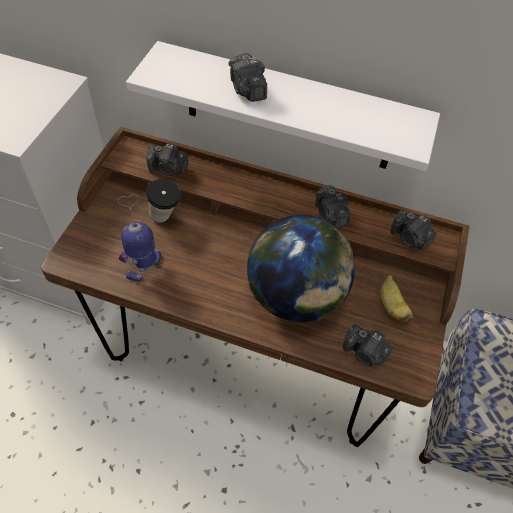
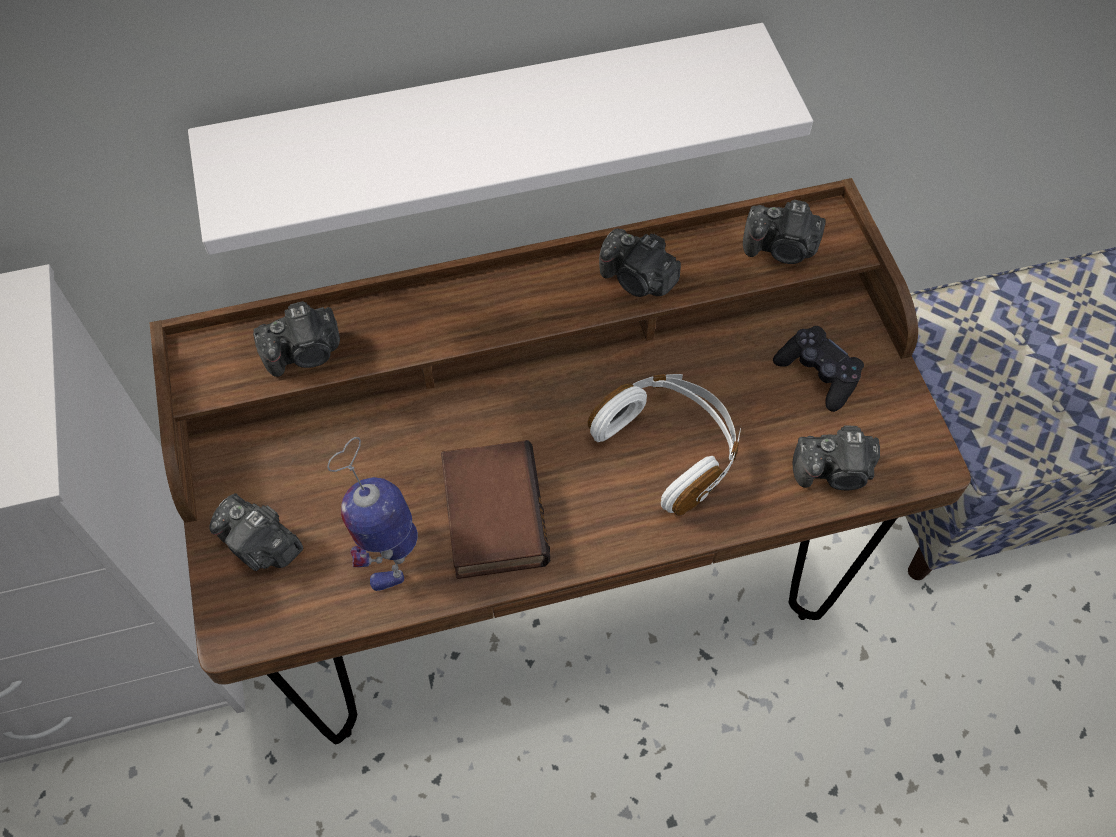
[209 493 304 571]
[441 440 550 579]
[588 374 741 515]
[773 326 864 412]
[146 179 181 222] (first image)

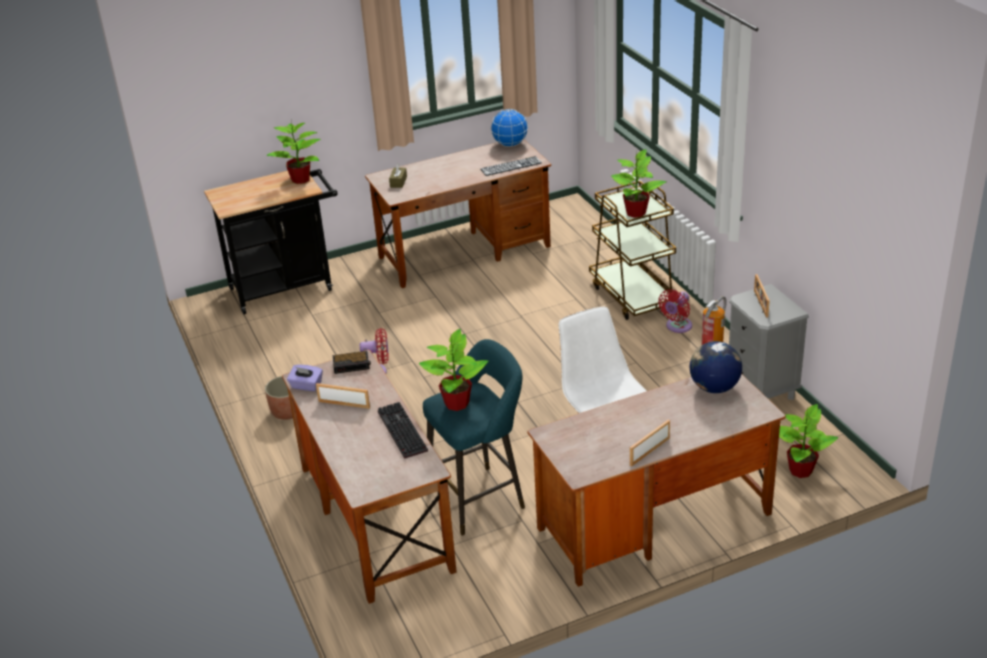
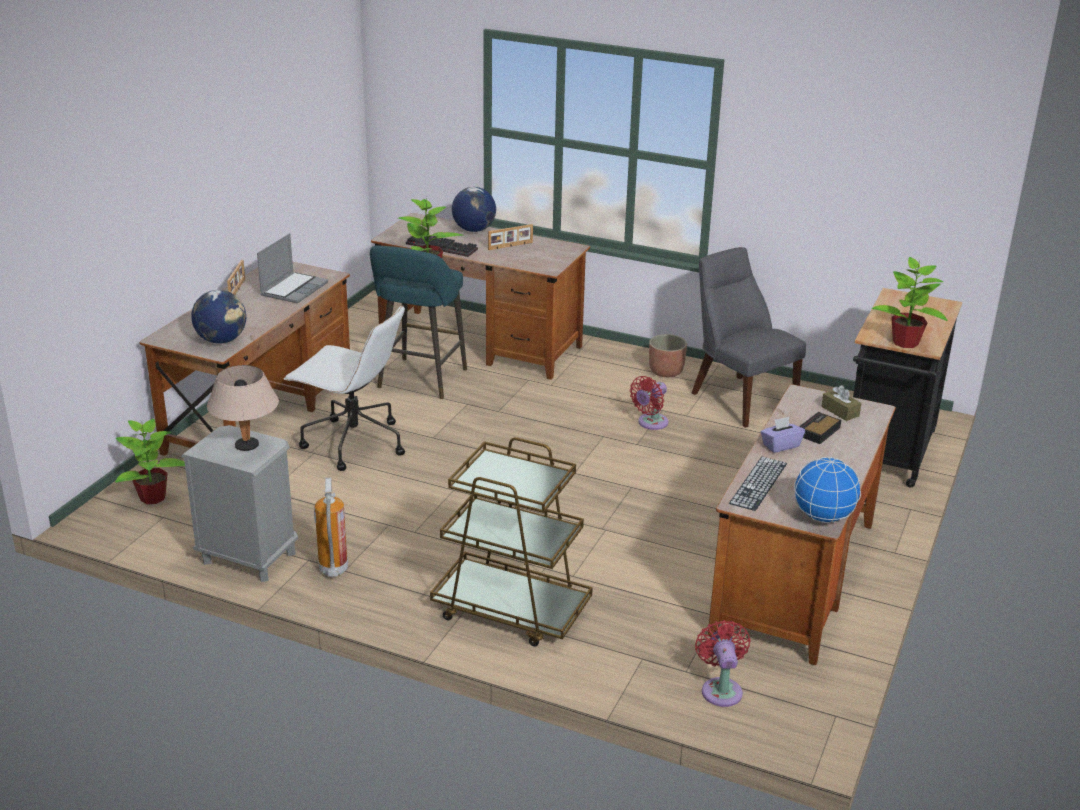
[207 365 279 451]
[257 233 328 303]
[452 187 496 232]
[692 247 806 428]
[695 620 751 707]
[761 417 805 453]
[799 412 841 444]
[611 149 667 218] (first image)

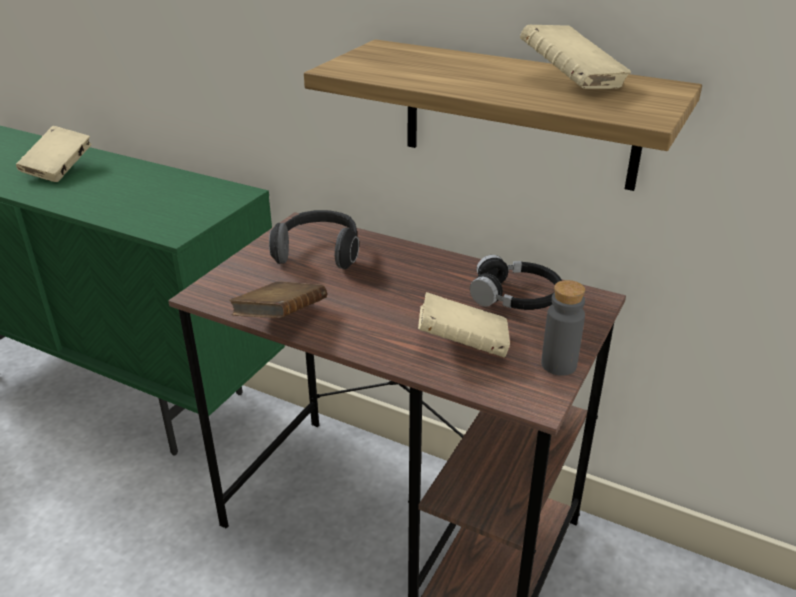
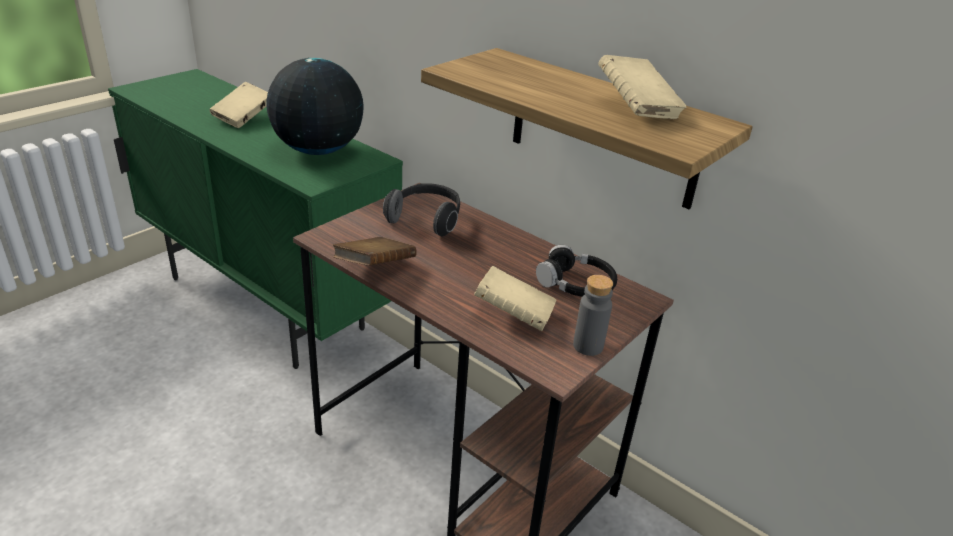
[266 58 364 155]

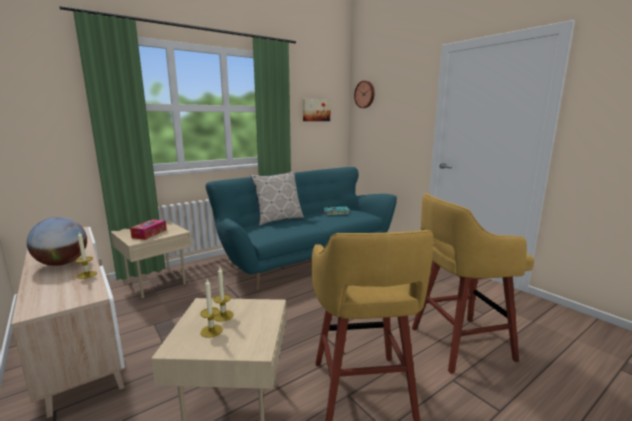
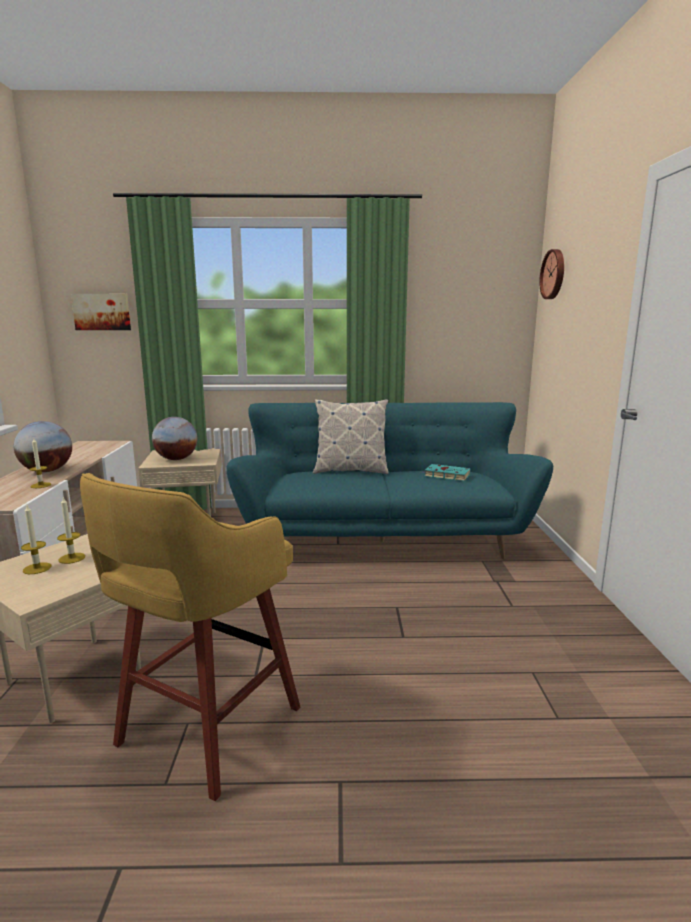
[71 294 131 330]
[152 417 197 460]
[412 193 534 374] (first image)

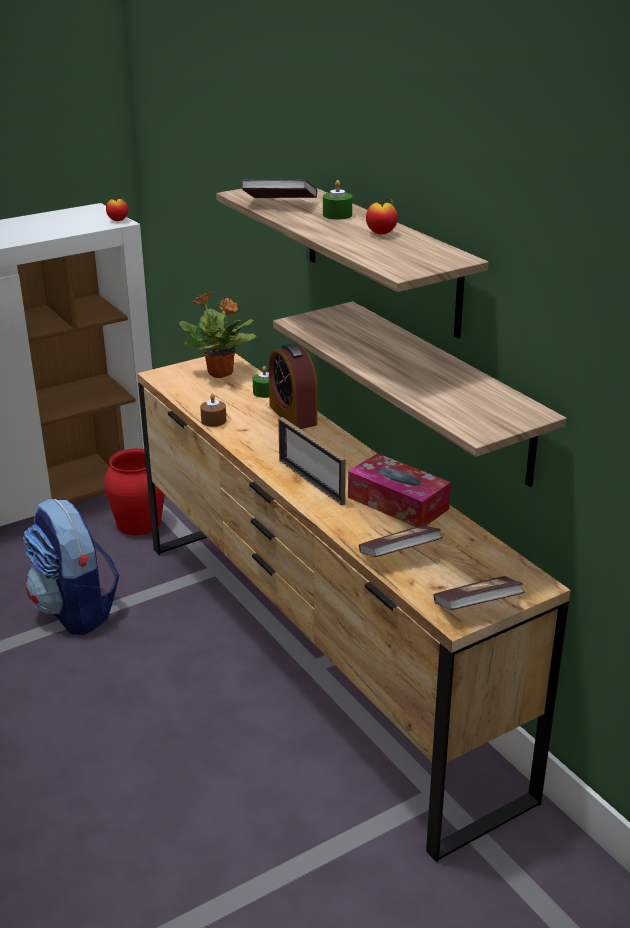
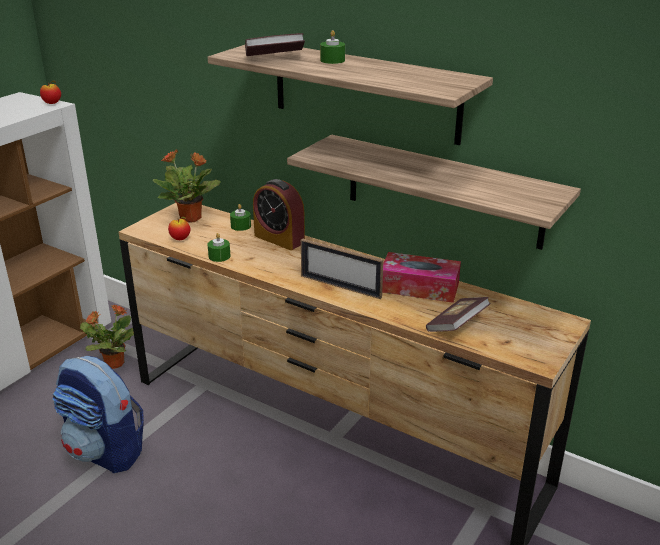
[80 305 134 369]
[168 217 190 240]
[208 233 230 262]
[433 576 525 610] (first image)

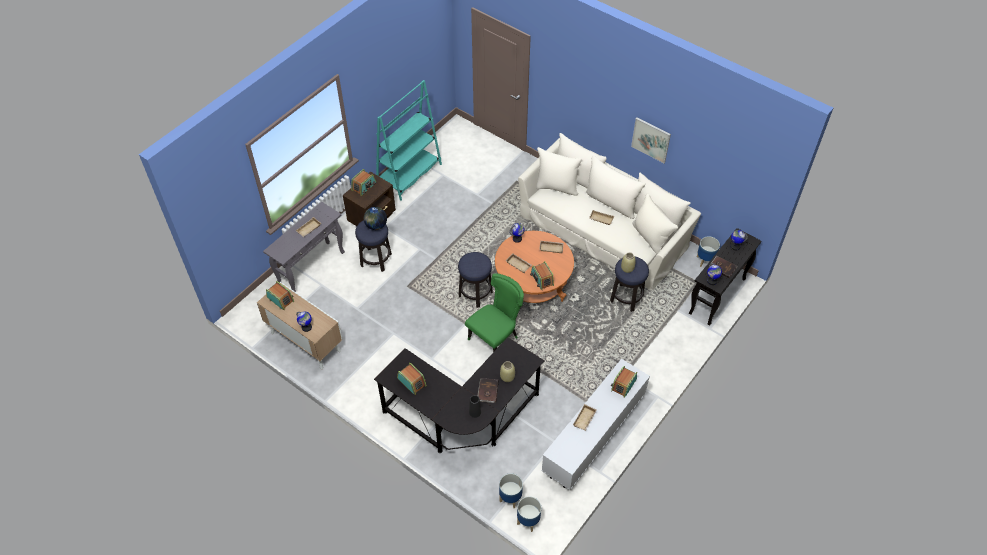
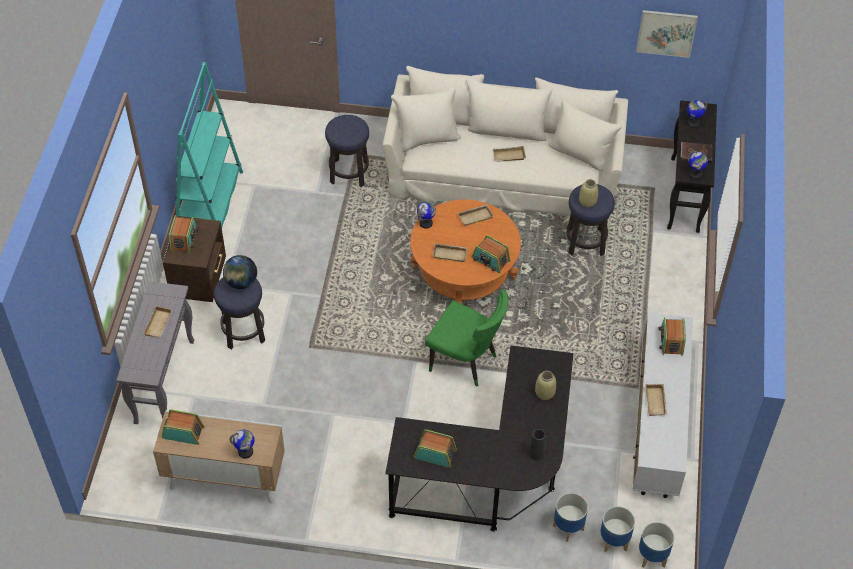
[325 115 369 187]
[425 289 508 387]
[553 493 588 542]
[636 10 698 58]
[477 378 499 403] (first image)

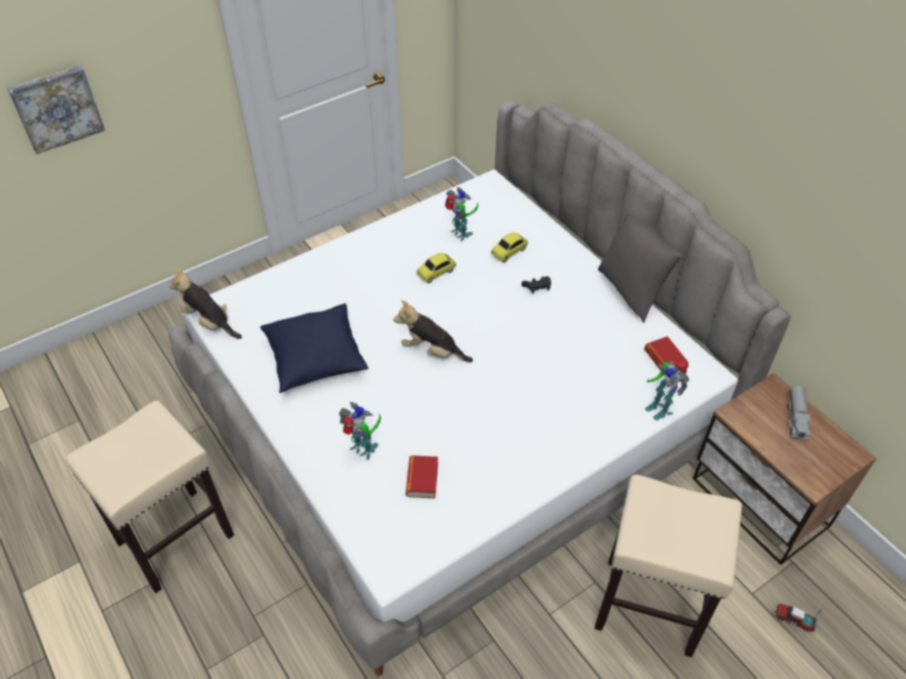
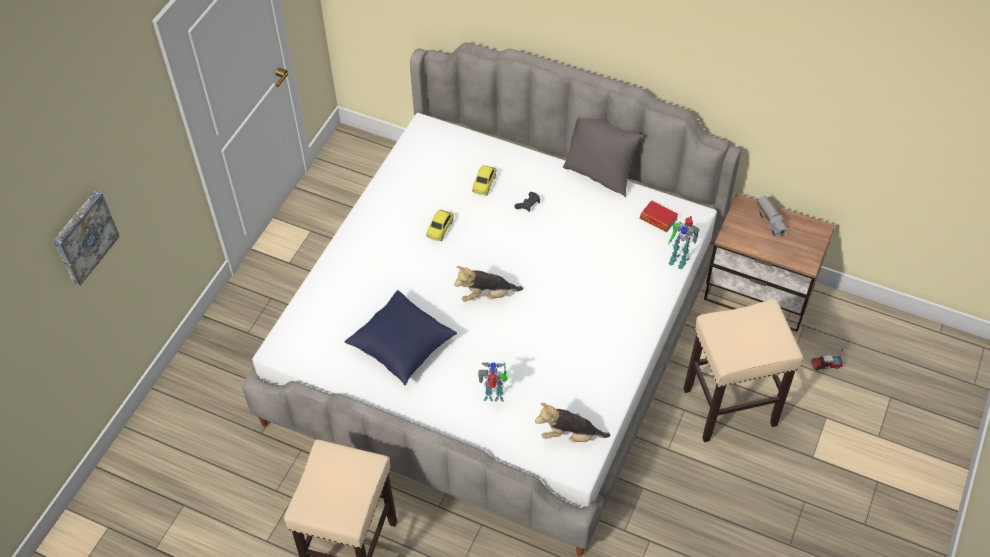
[535 403 610 442]
[406 455 438 498] (first image)
[445 187 478 241] (first image)

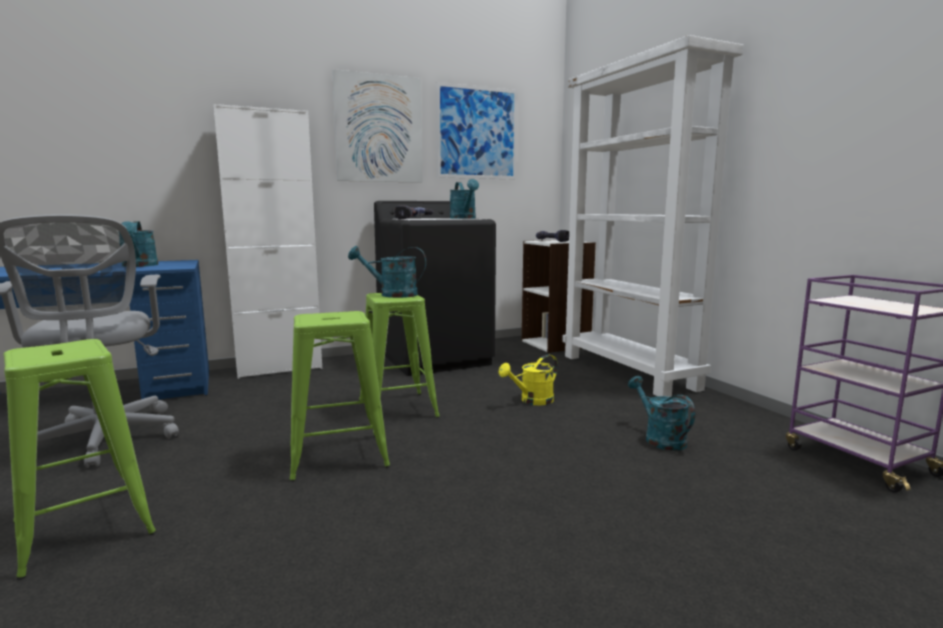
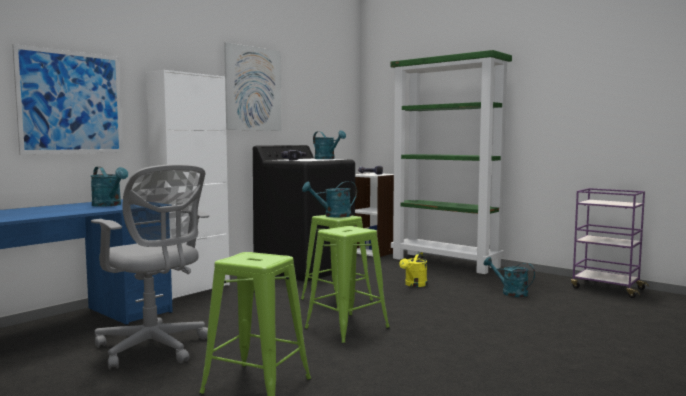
[12 44 123 154]
[390 50 512 274]

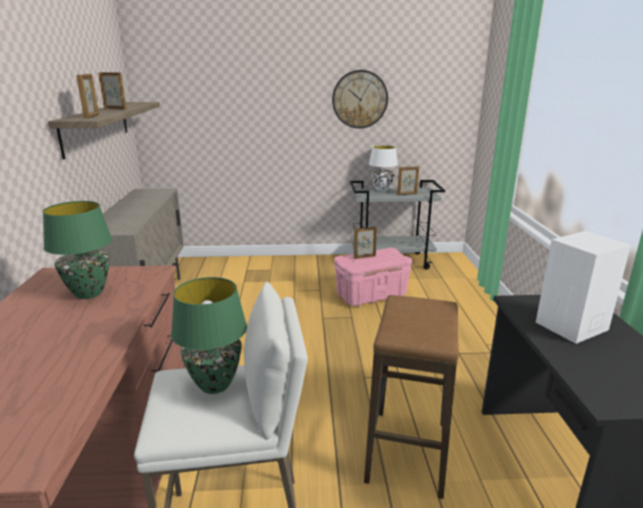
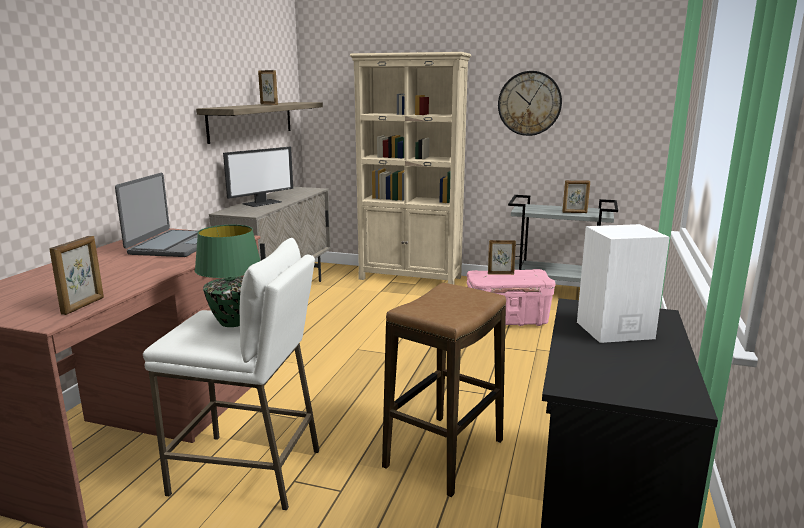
[50 236 104 315]
[115 173 198 257]
[223 147 293 207]
[350 52 471 284]
[369 145 398 191] (first image)

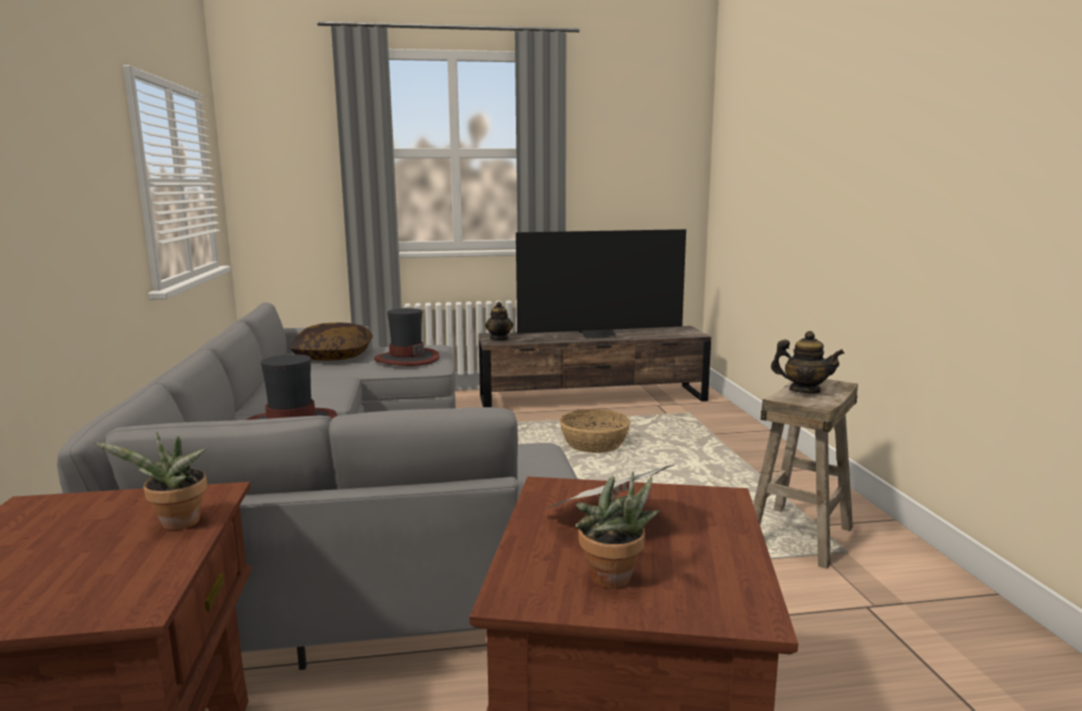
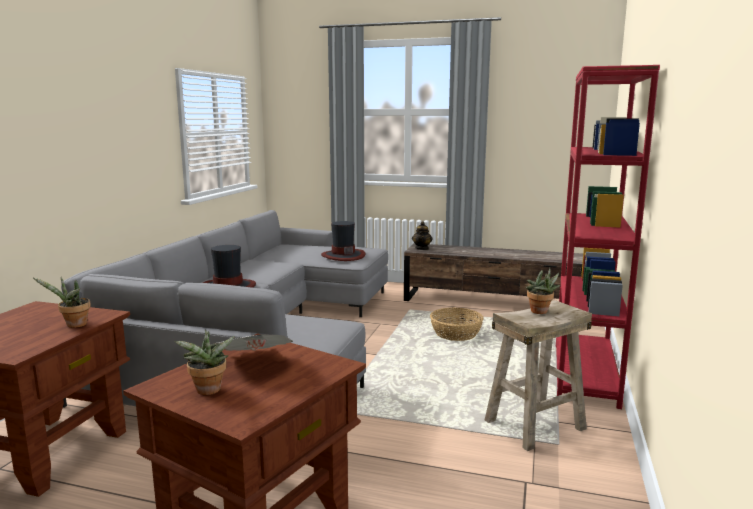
[526 268 561 314]
[556 65 660 409]
[290 322 373 361] (first image)
[516 229 686 339] (first image)

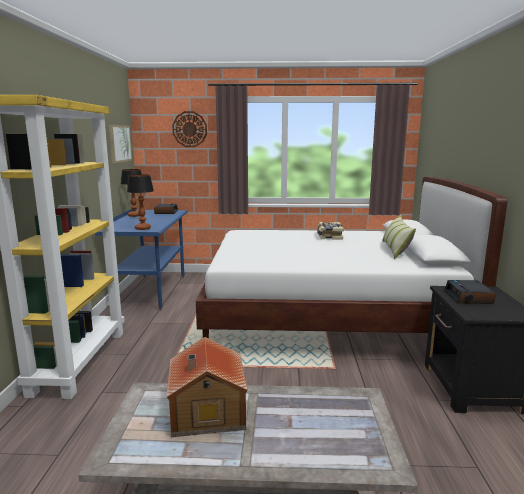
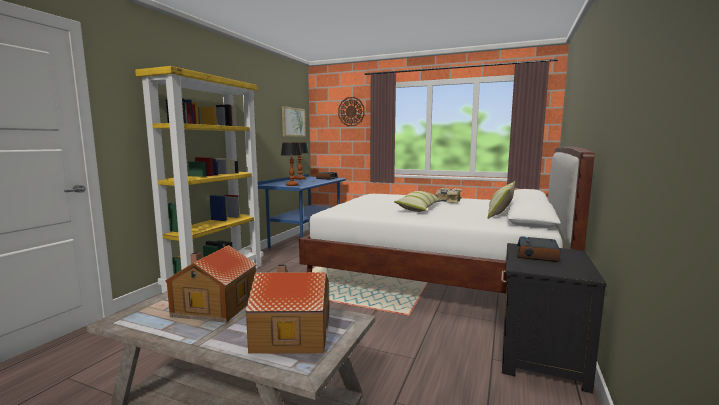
[245 264 329 354]
[394 191 441 212]

